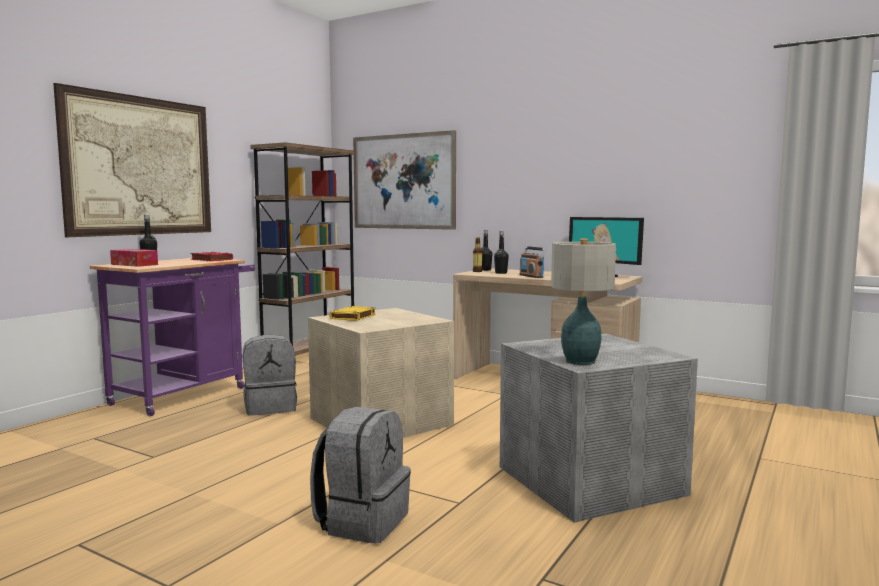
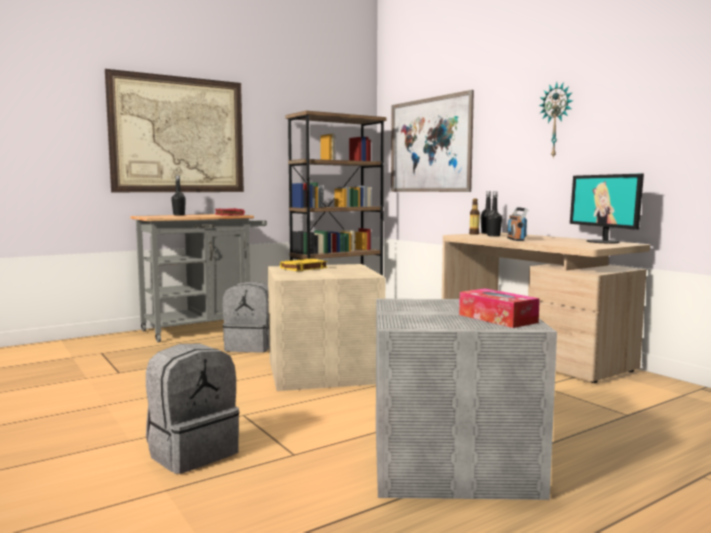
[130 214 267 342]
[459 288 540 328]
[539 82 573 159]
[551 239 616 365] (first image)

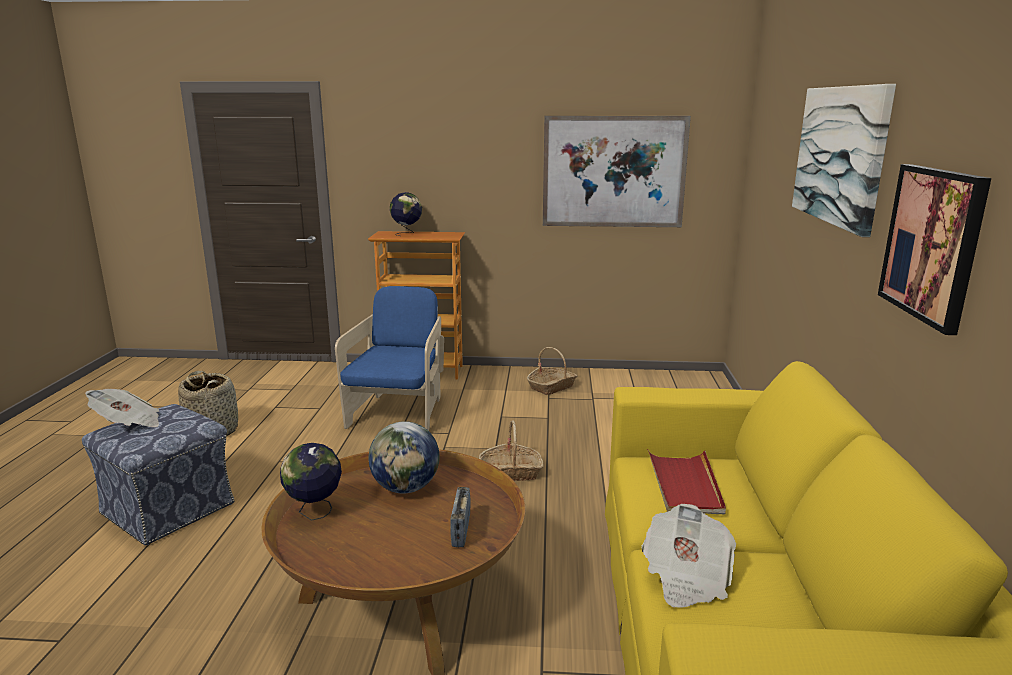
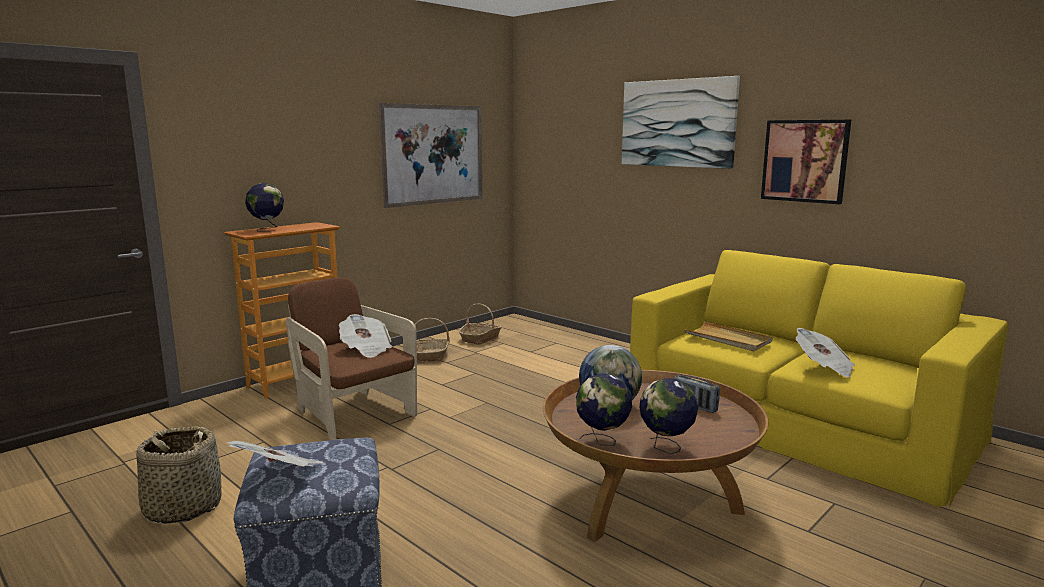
[286 277 417 440]
[339 314 392 358]
[459 304 502 345]
[639 378 698 454]
[684 321 773 351]

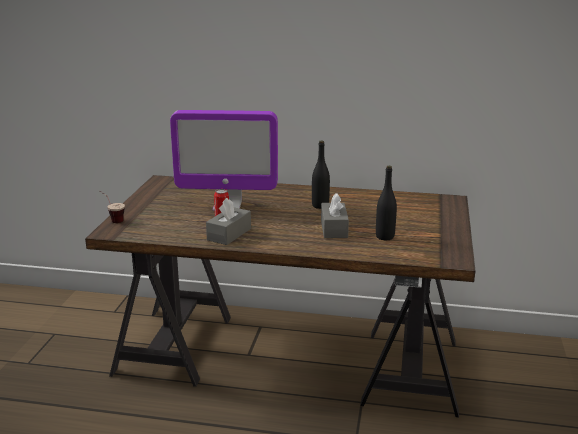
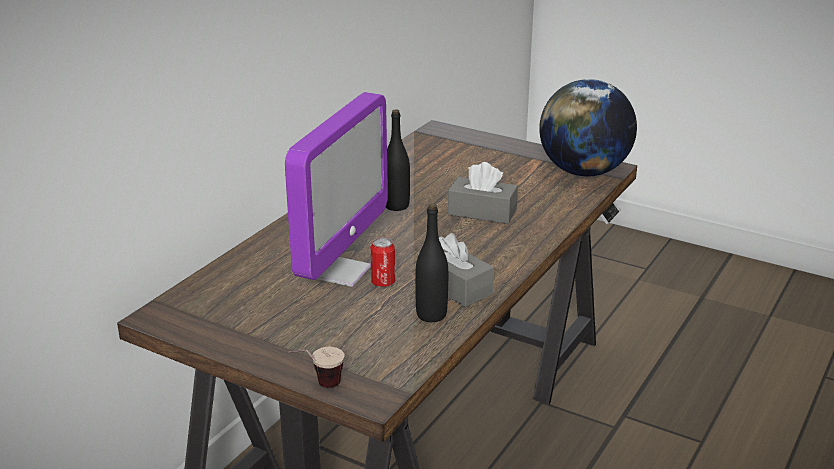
[415 203 448 322]
[539 79 637 176]

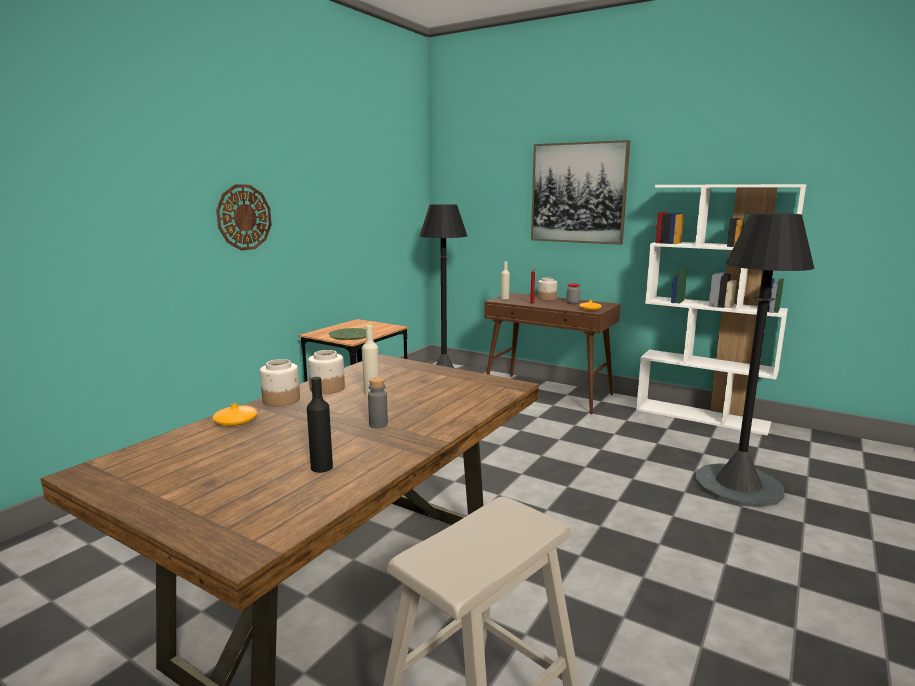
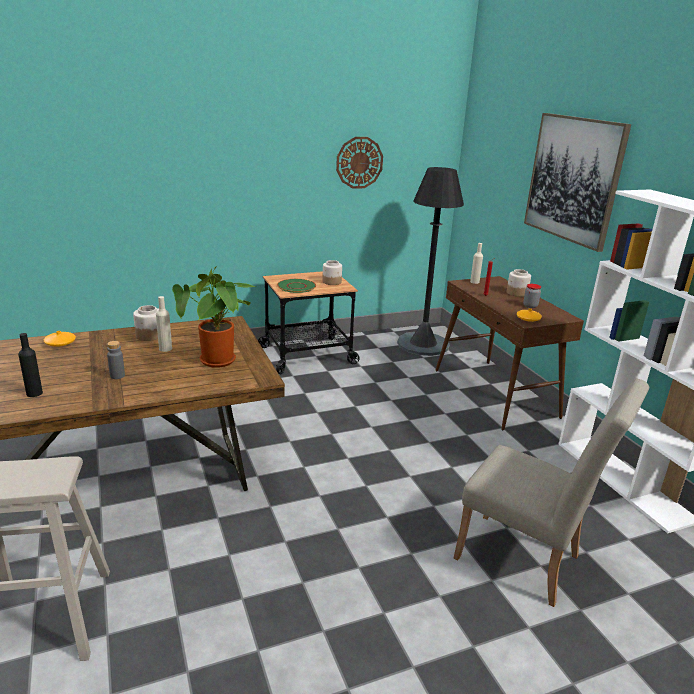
[172 266 255 368]
[322 260 342 285]
[336 137 383 189]
[453 379 649 607]

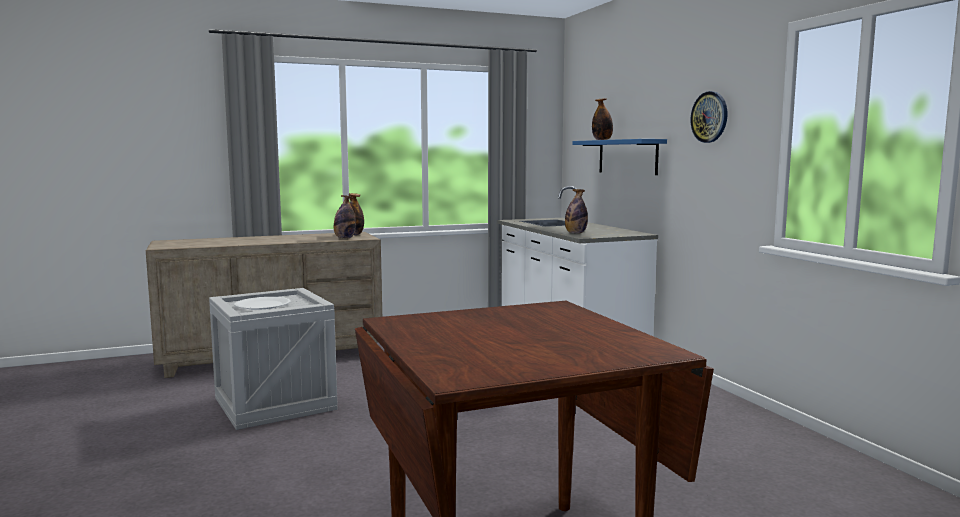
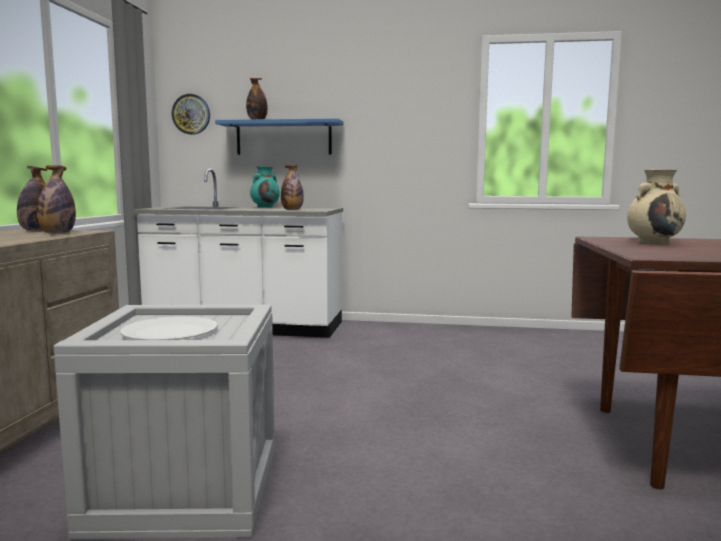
[172 94 210 135]
[250 166 280 208]
[627 169 686 244]

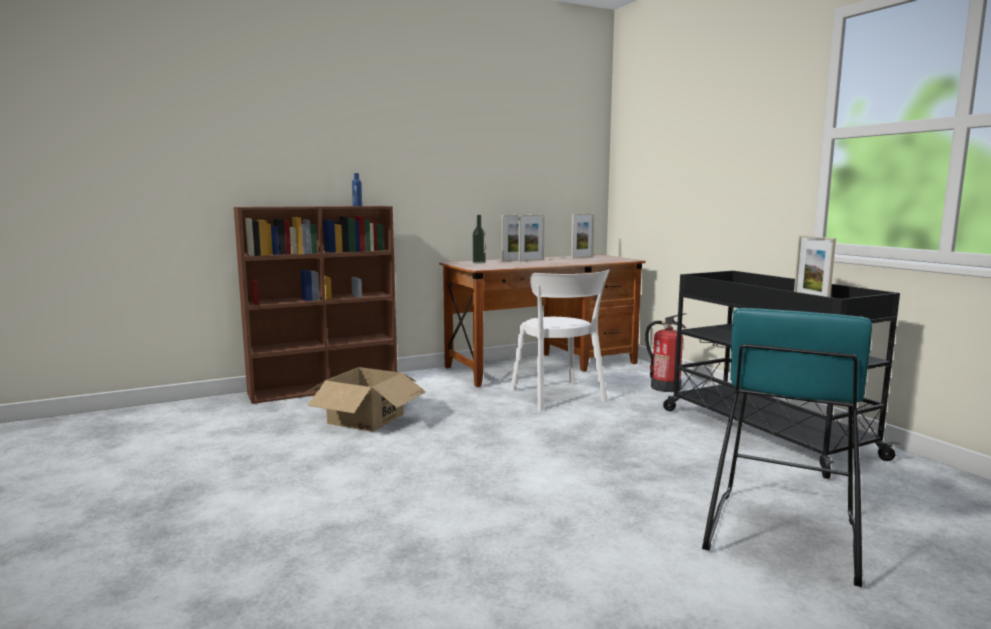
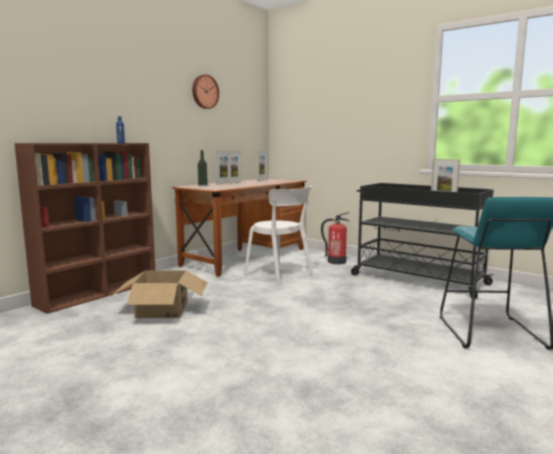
[192 74 219 109]

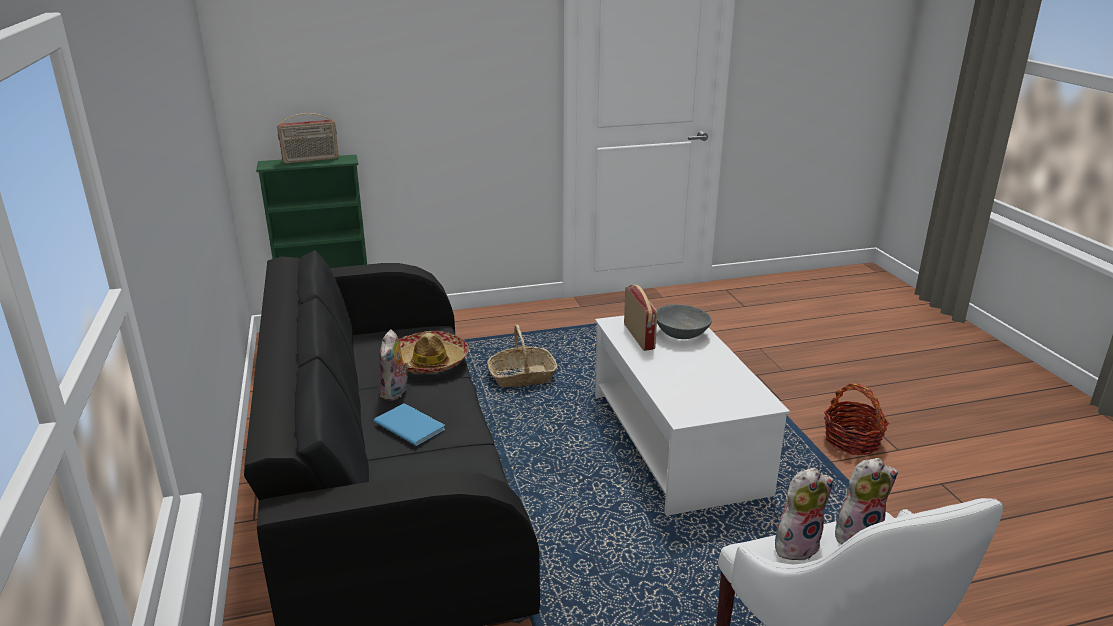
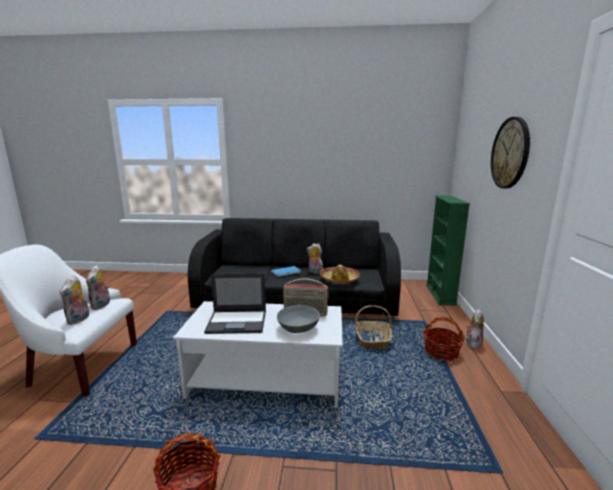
[204 273 266 334]
[423 317 464 361]
[466 309 484 349]
[491 117 530 188]
[277 113 339 163] (first image)

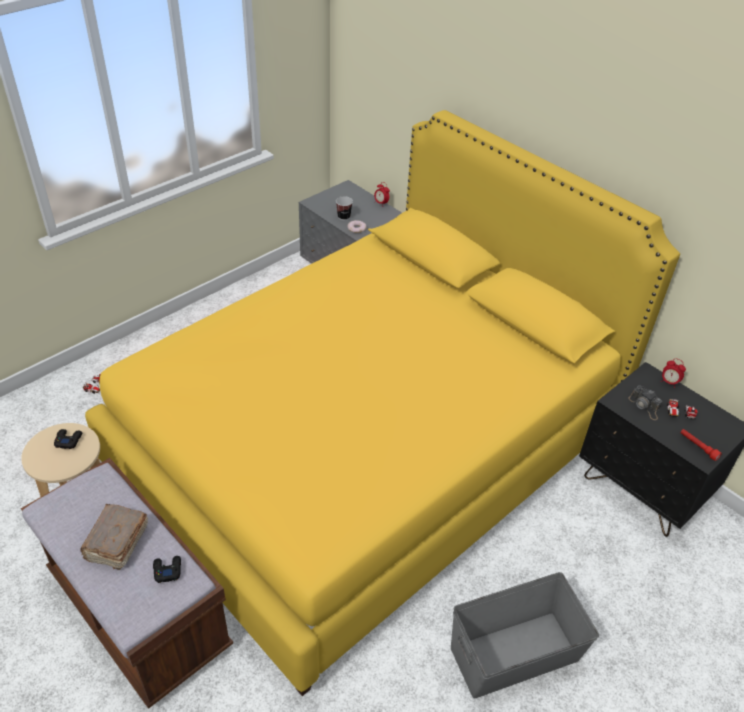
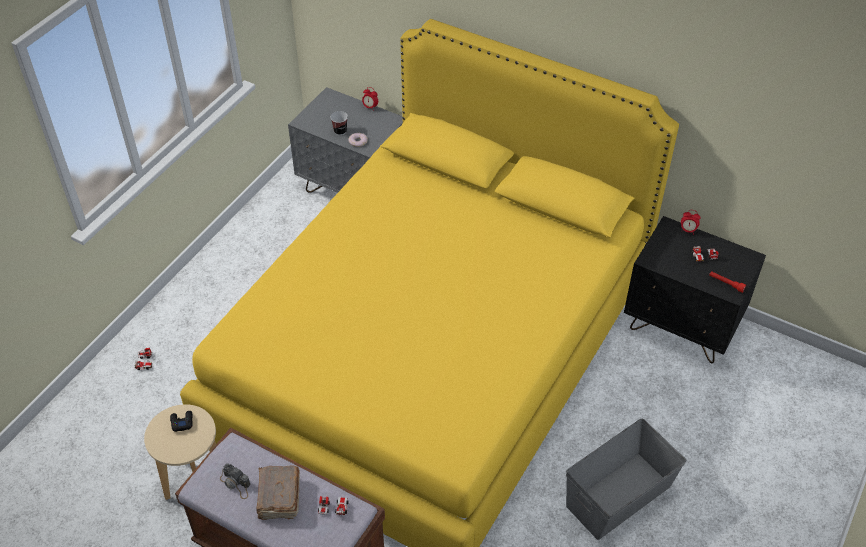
[220 464 250 499]
[318 496 349 515]

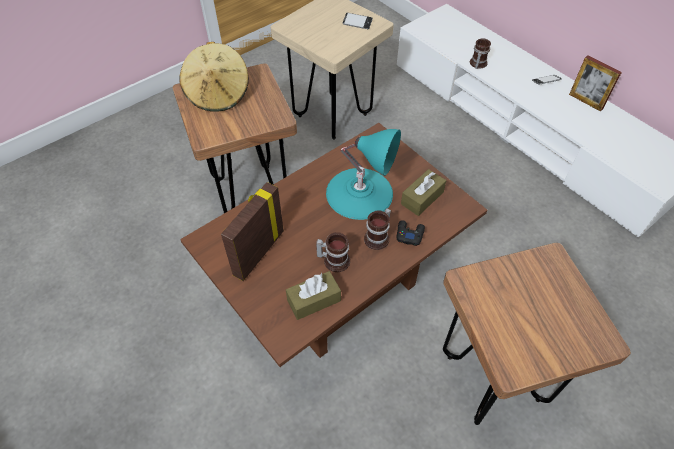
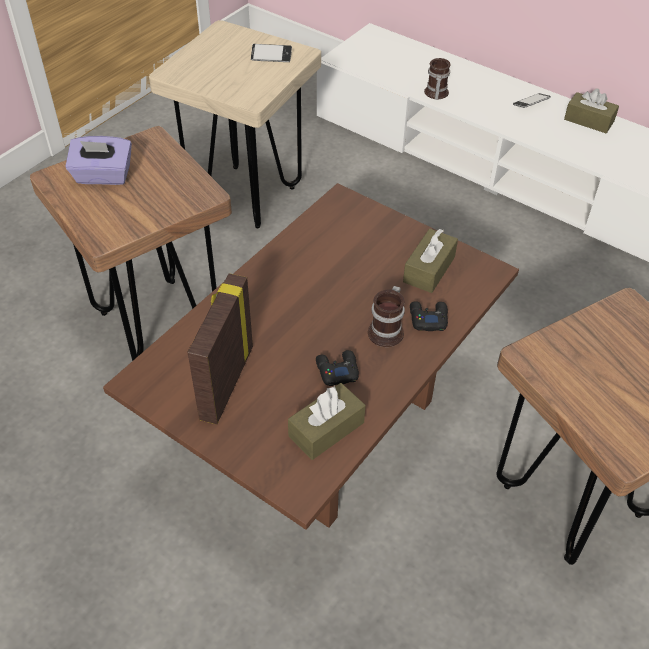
[65 136 132 185]
[316 350 359 386]
[564 88 619 133]
[326 129 401 220] (first image)

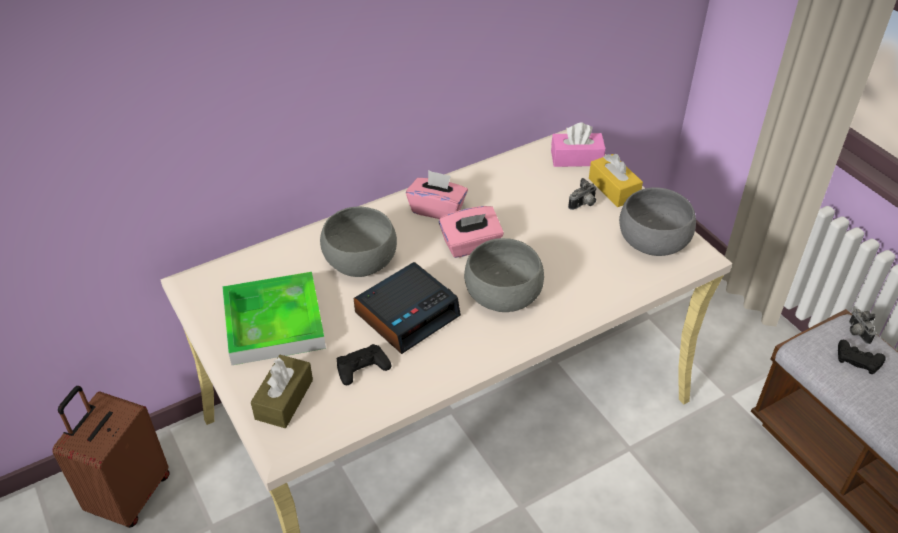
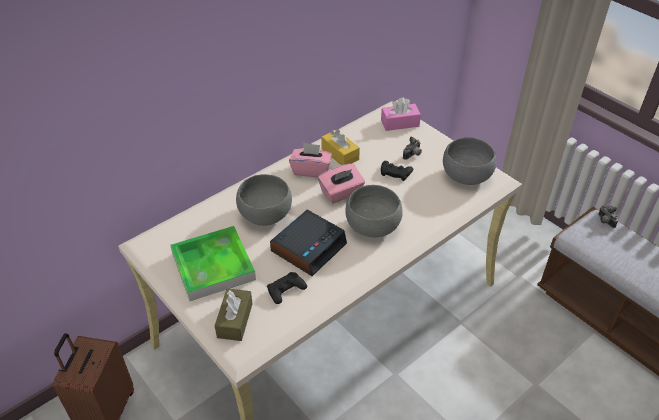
[321 129 360 165]
[381 161 413 181]

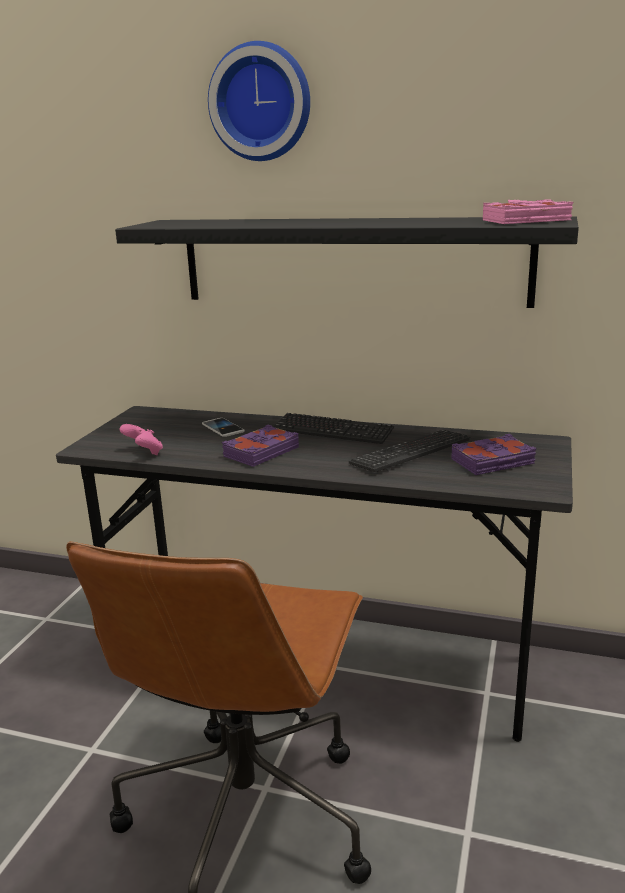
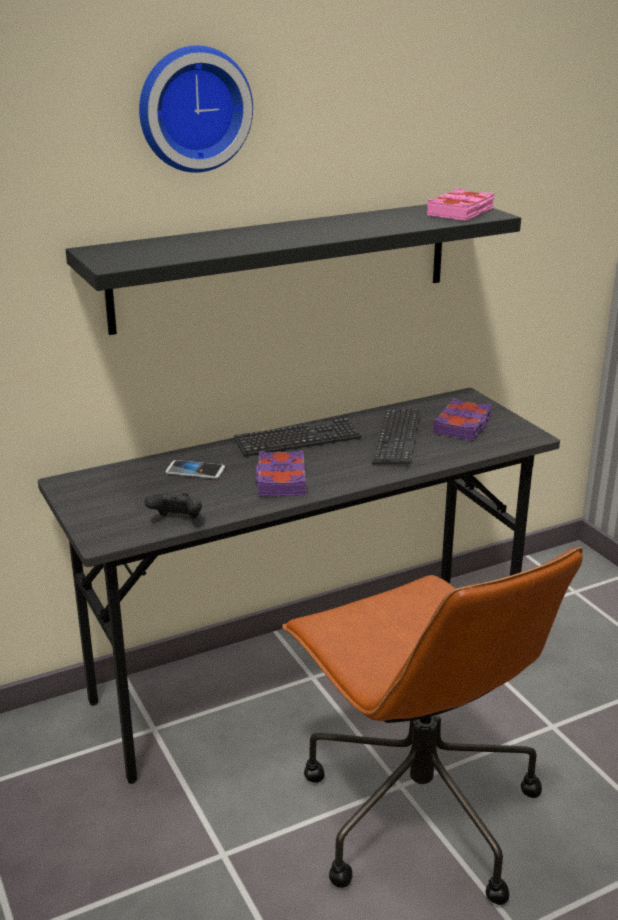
[144 493 202 519]

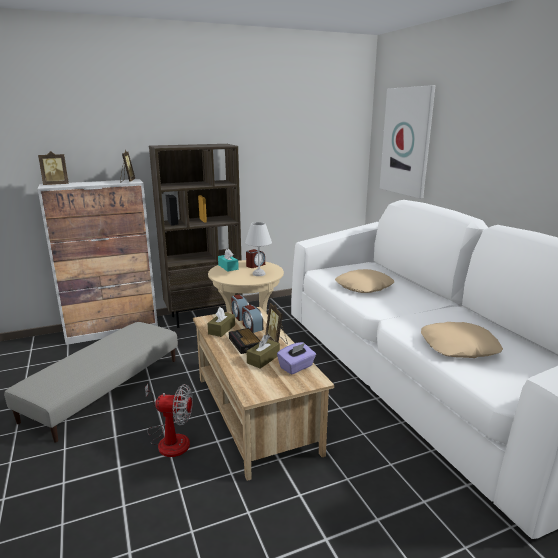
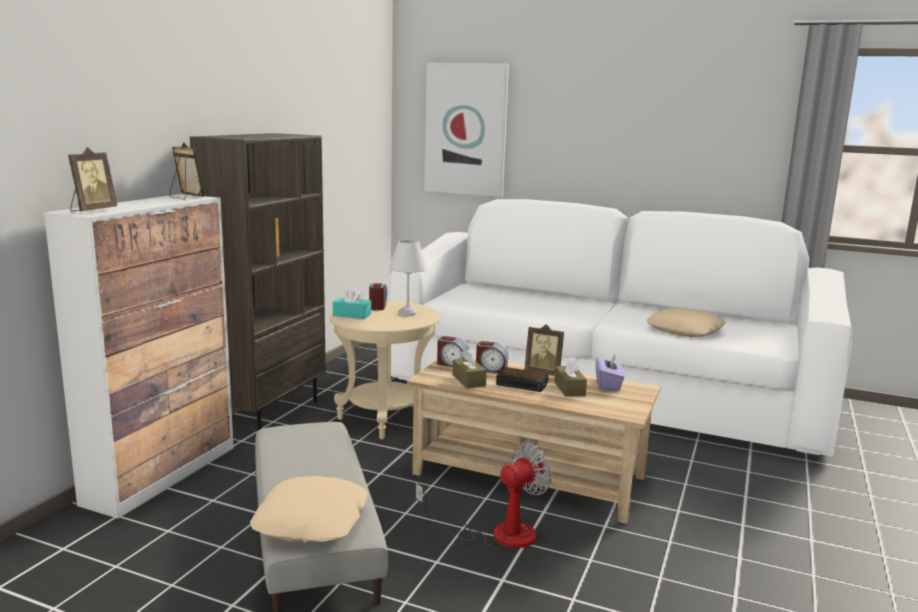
[250 476 368 543]

